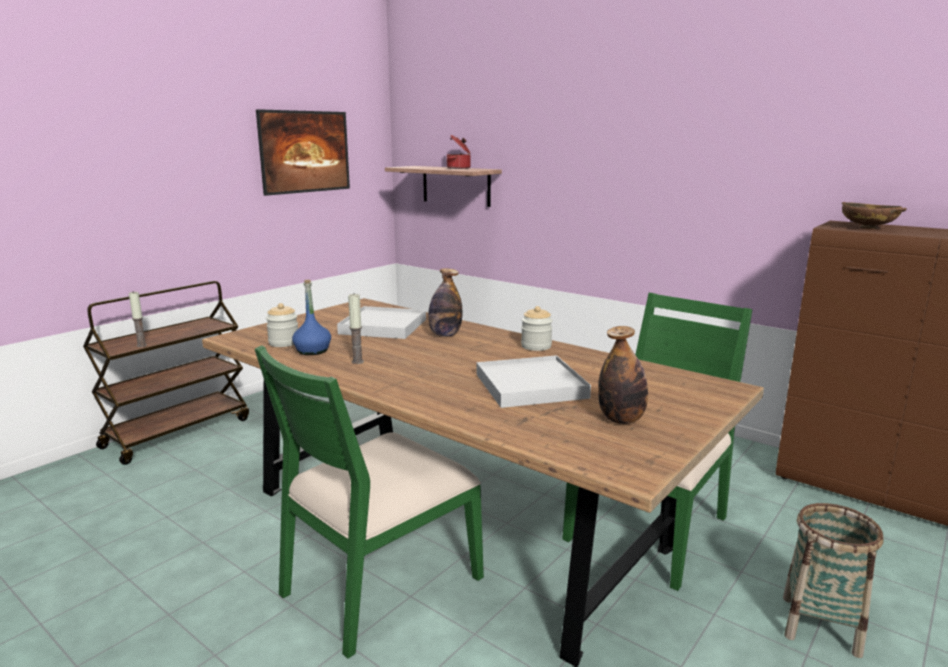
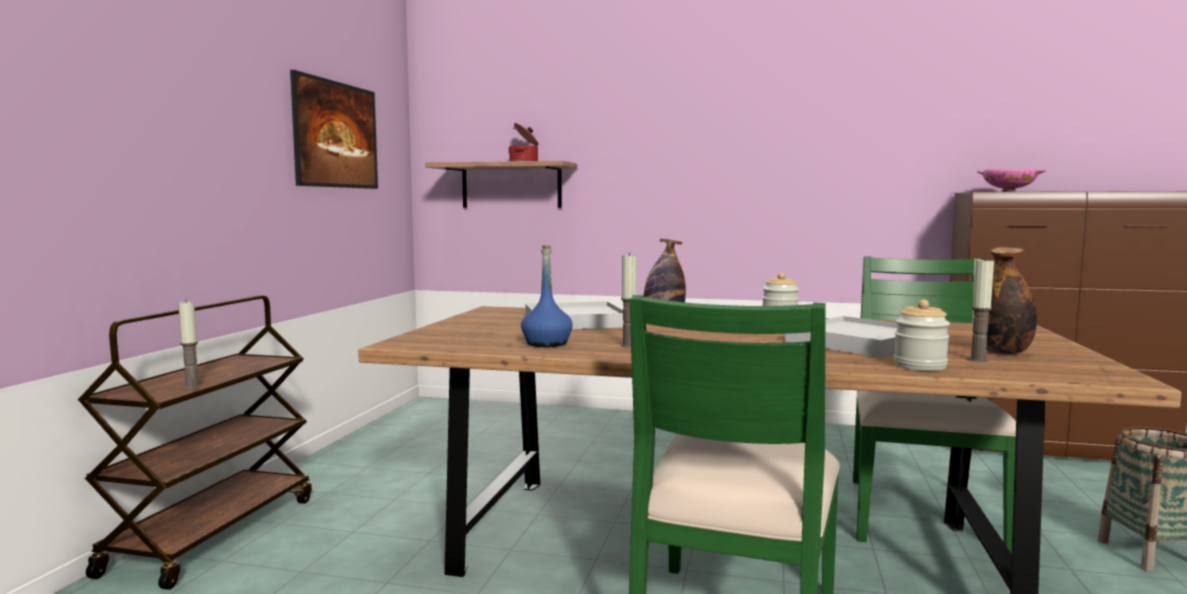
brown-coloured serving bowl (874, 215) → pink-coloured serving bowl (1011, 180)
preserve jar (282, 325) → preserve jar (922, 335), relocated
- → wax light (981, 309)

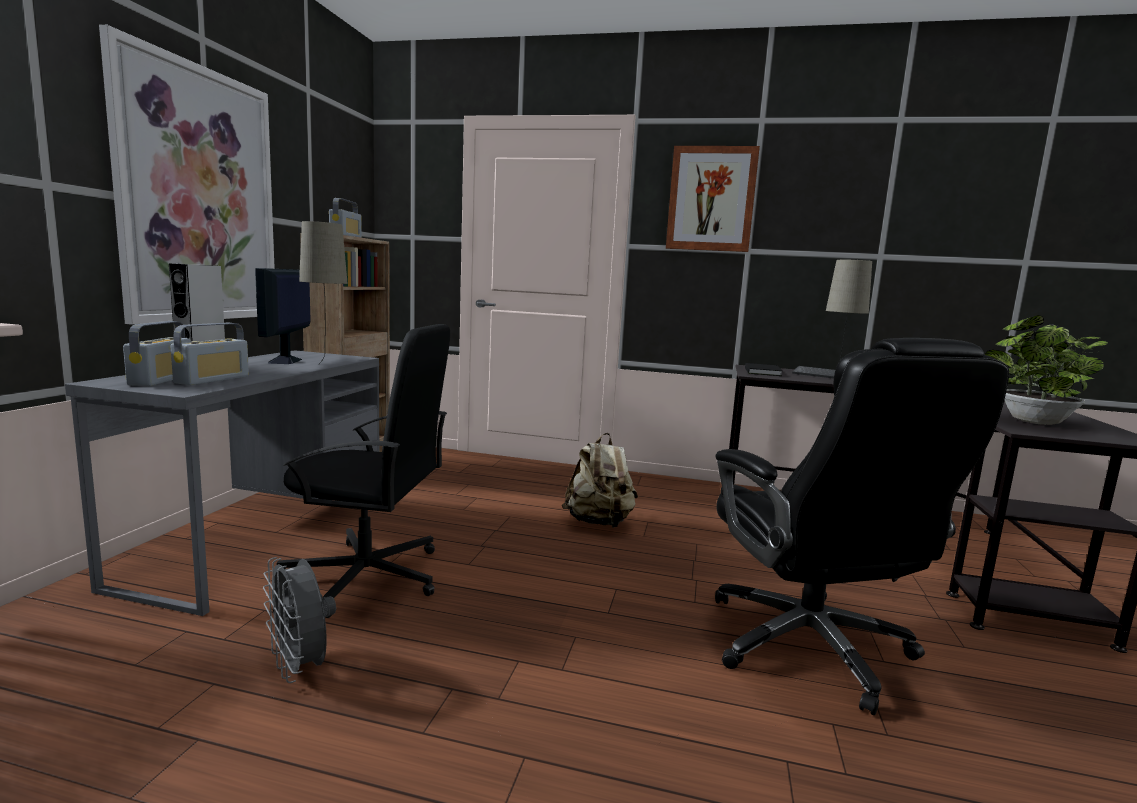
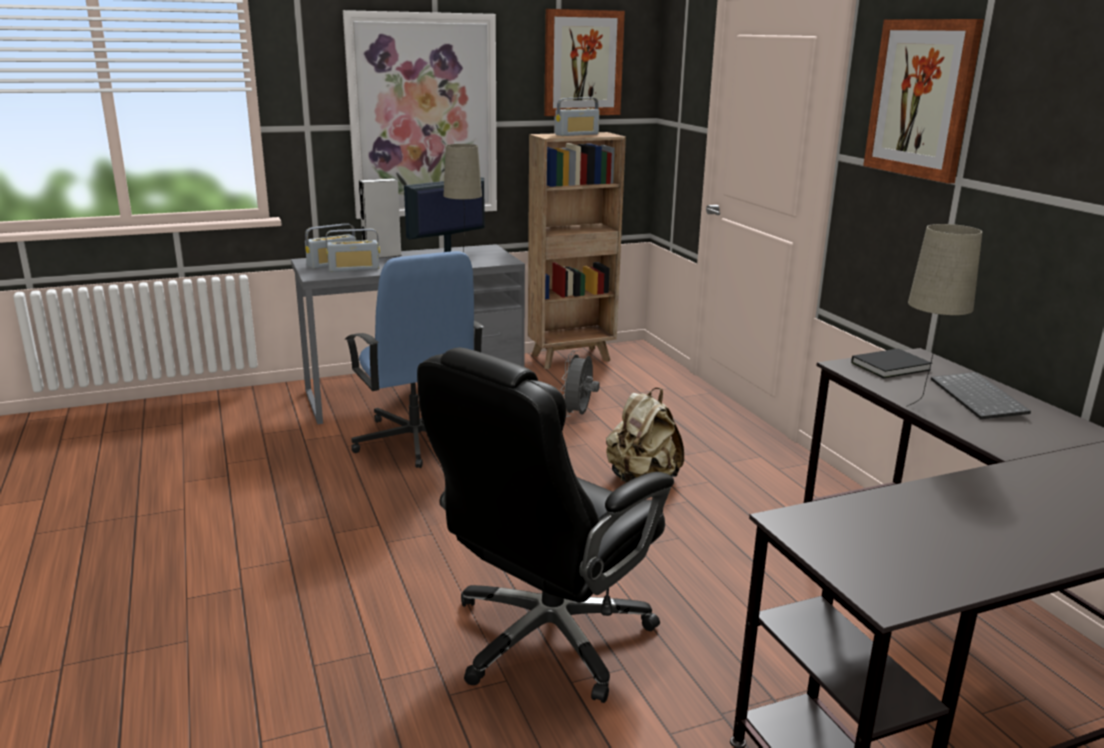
potted plant (1046, 370) → -
black computer chair (363, 471) → blue computer chair (414, 359)
gray electric fan (299, 620) → gray electric fan (580, 383), relocated
- → picture (584, 62)

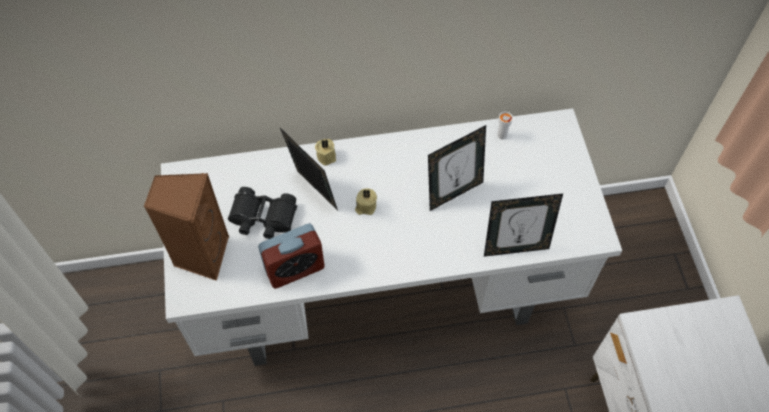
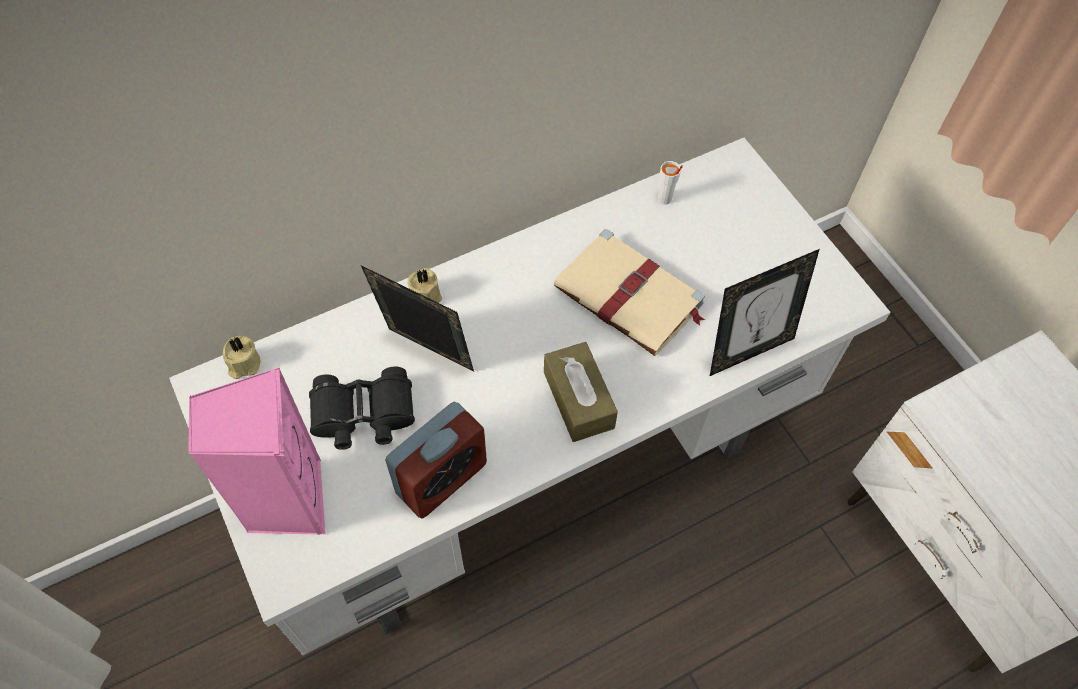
standing frame (457, 168) → sand-coloured bound book (629, 292)
brown-coloured audio speaker (186, 227) → pink-coloured audio speaker (257, 451)
sand-coloured wax light (366, 202) → sand-coloured wax light (241, 357), relocated
- → brown-coloured tissue holder (581, 392)

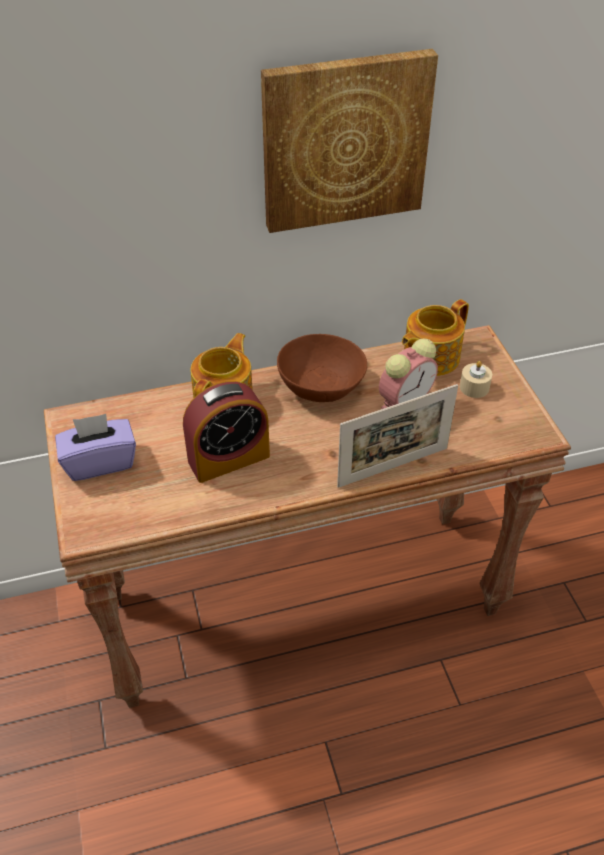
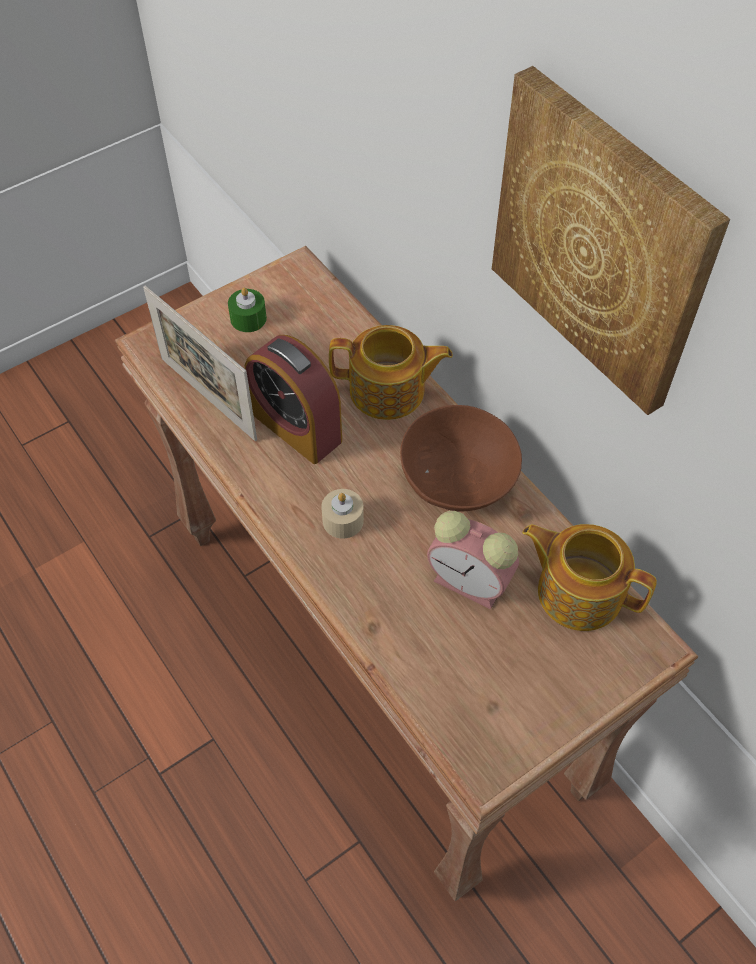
sand-coloured wax light (476, 379) → sand-coloured wax light (342, 514), relocated
standing frame (397, 436) → standing frame (200, 363), relocated
purplish tissue holder (95, 447) → green wax light (247, 310)

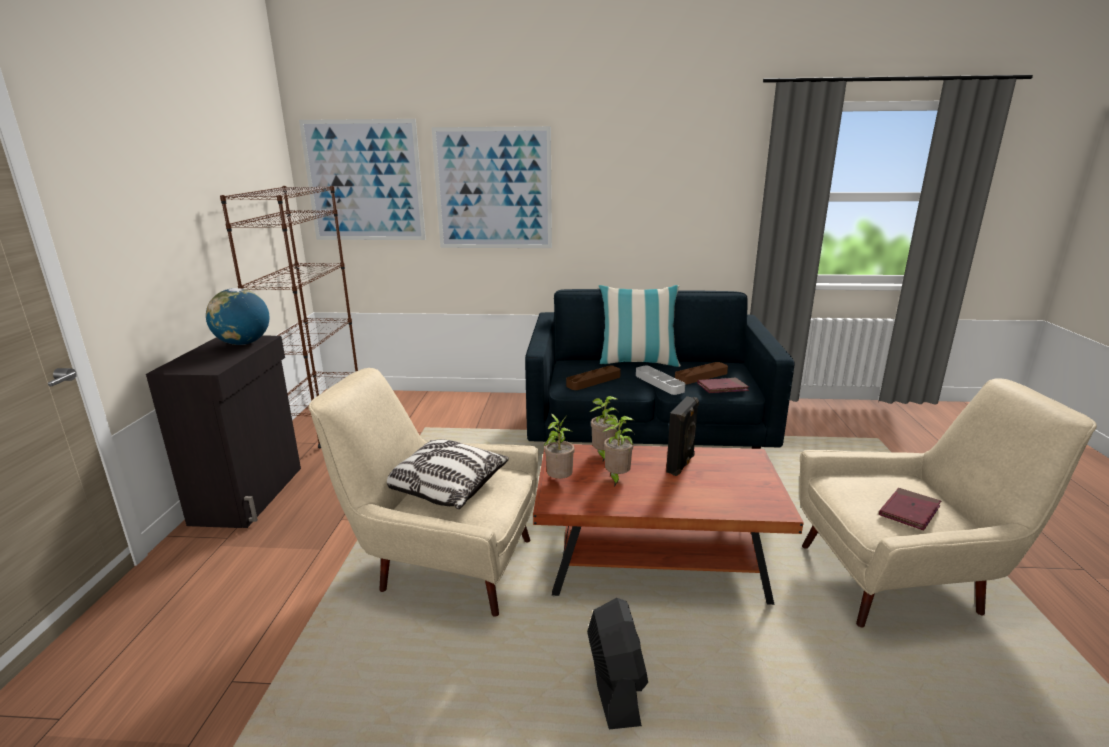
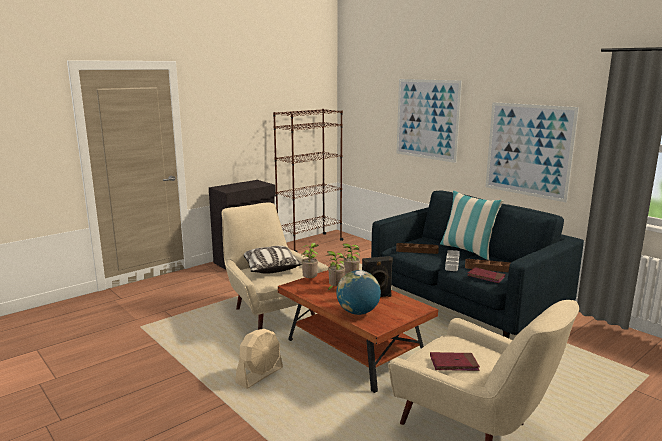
picture (362, 179) → picture (532, 152), relocated
desk globe (238, 316) → desk globe (358, 292), relocated
black electric fan (617, 663) → sand-coloured electric fan (259, 359)

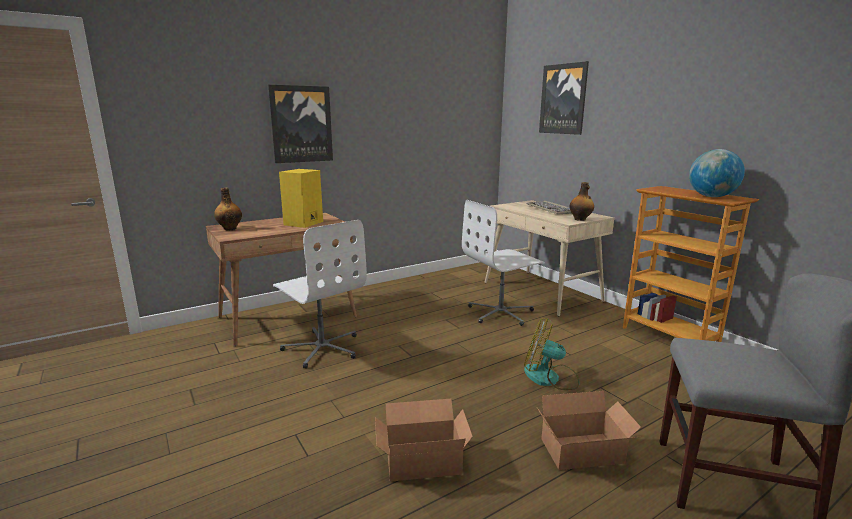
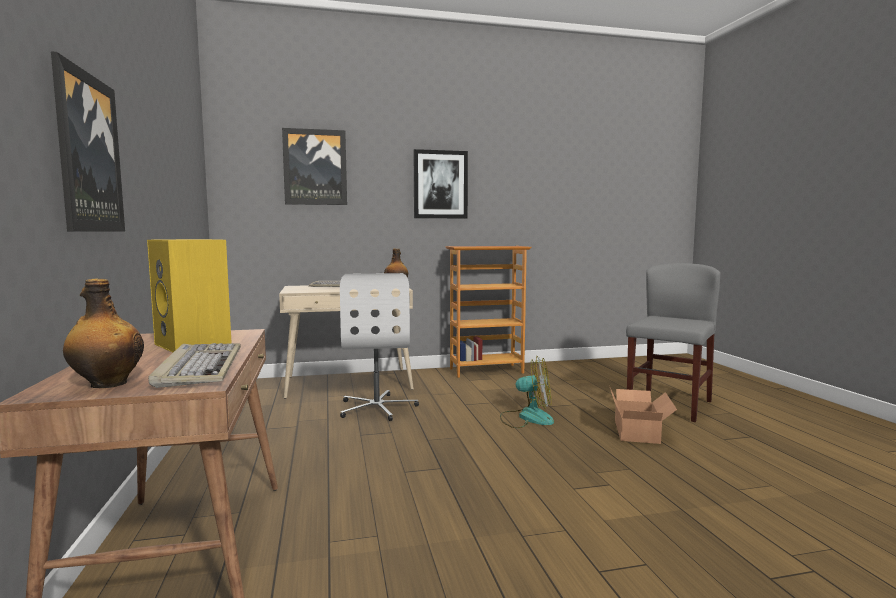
desk globe (717, 173) → -
whitish computer chair (320, 294) → -
electric fan (552, 354) → electric fan (527, 392), 120 degrees counterclockwise
carton (424, 440) → -
- → picture (441, 183)
- → PC keyboard (194, 365)

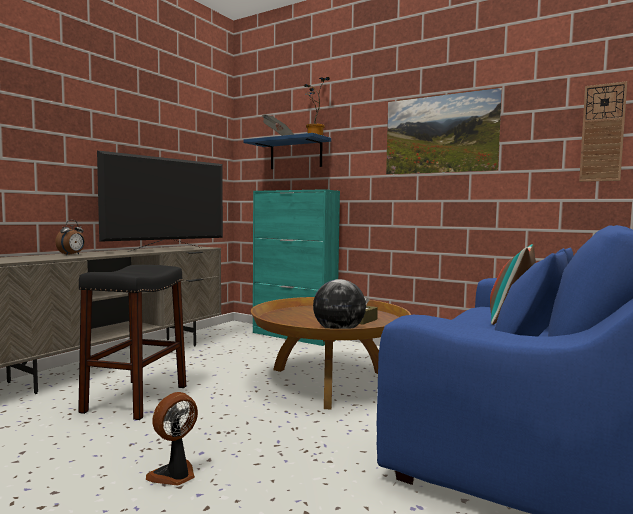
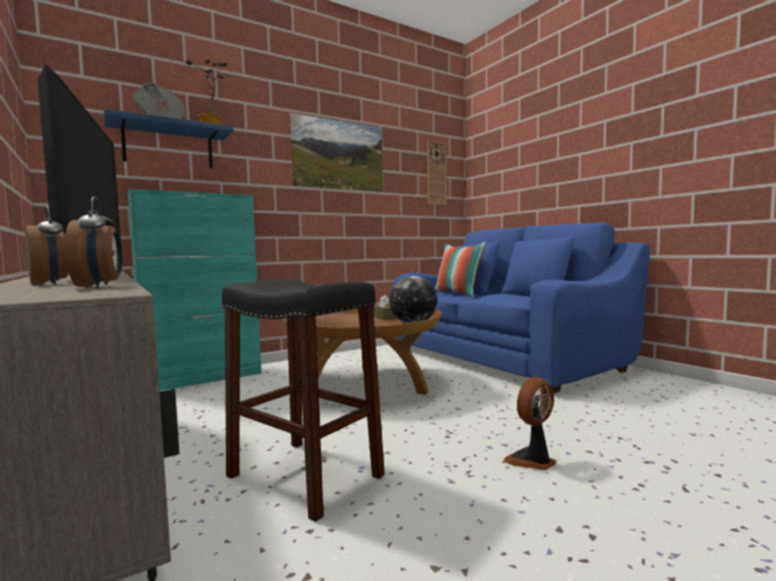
electric fan (172, 438) → electric fan (530, 423), 75 degrees clockwise
- → table clock (93, 242)

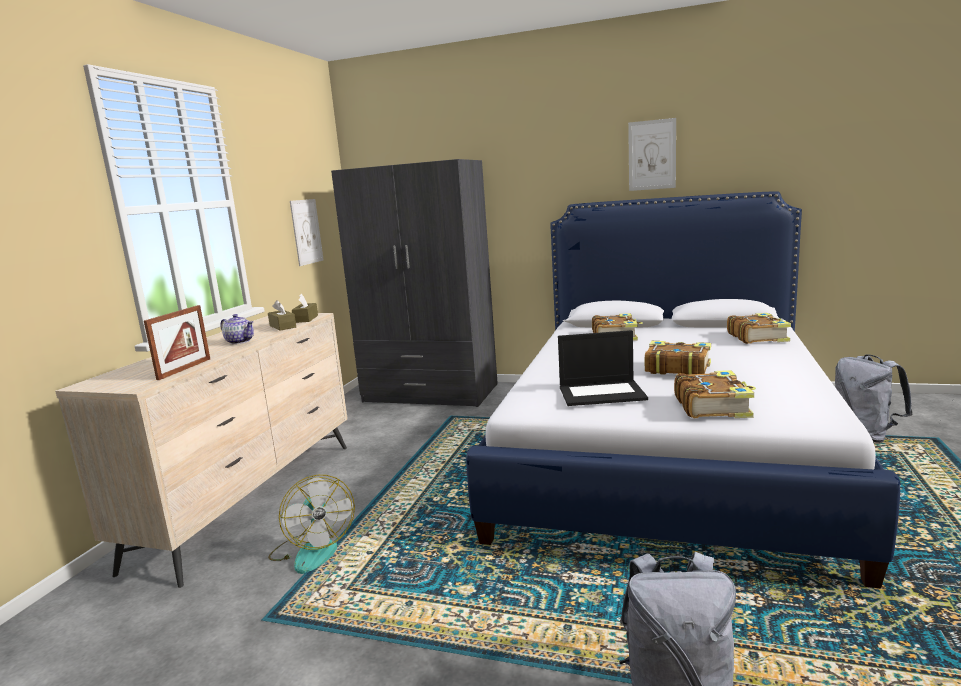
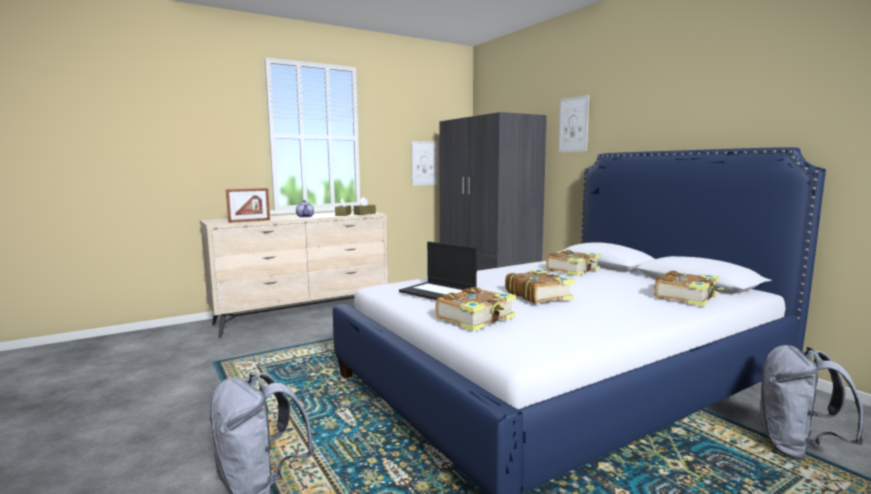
picture (652, 154) → picture (574, 123), relocated
electric fan (311, 524) → -

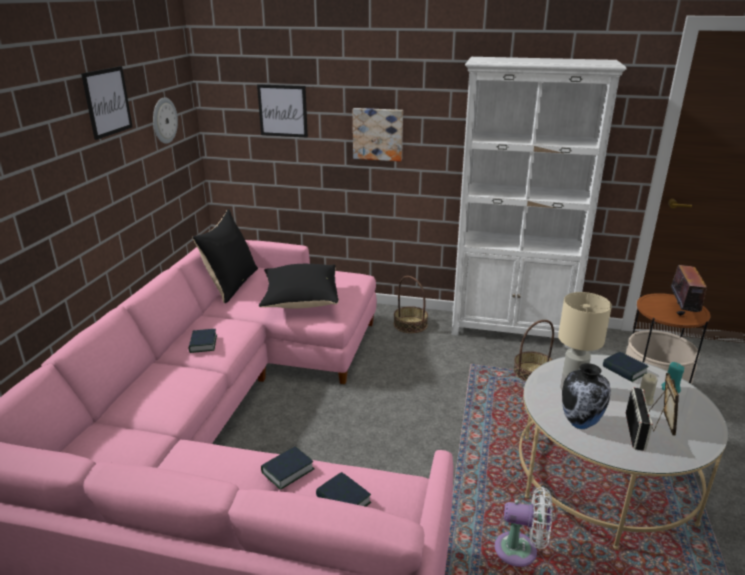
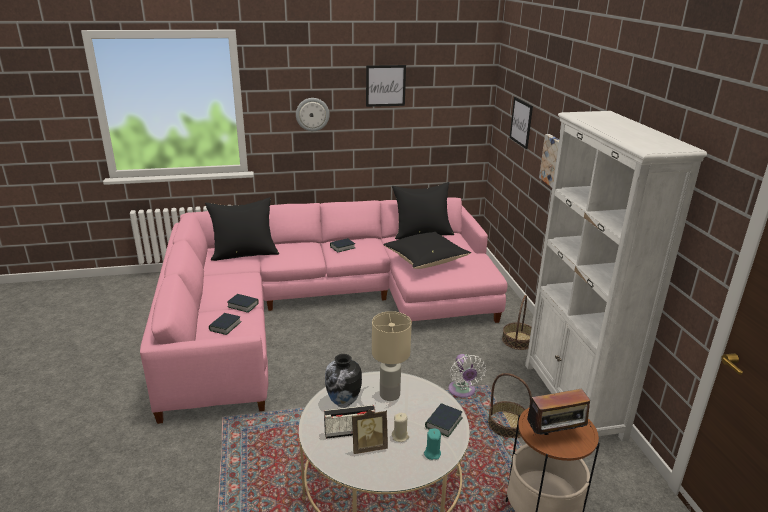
clock on the wall (165, 120) → clock on the wall (313, 114), relocated
whitish electric fan (523, 527) → whitish electric fan (467, 376), relocated
- → black cushion (242, 229)

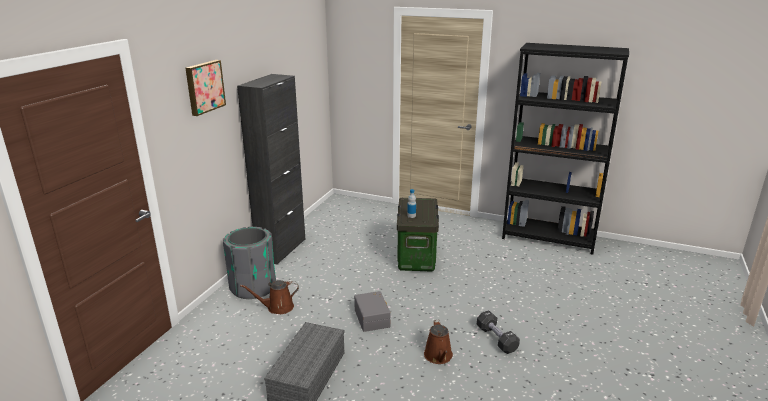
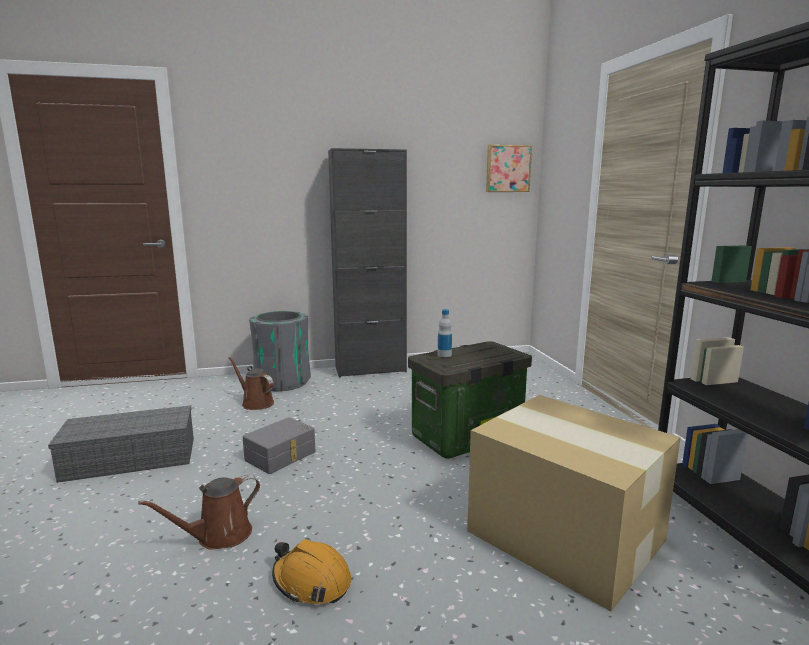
picture (205, 88) → picture (509, 168), relocated
black dumbbell (498, 332) → orange safety helmet (311, 571)
- → carton (574, 503)

